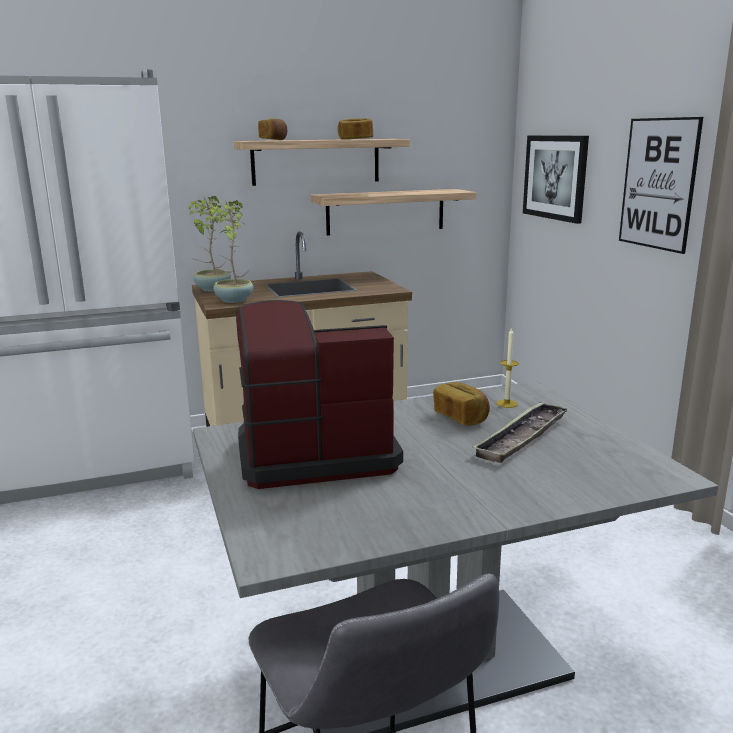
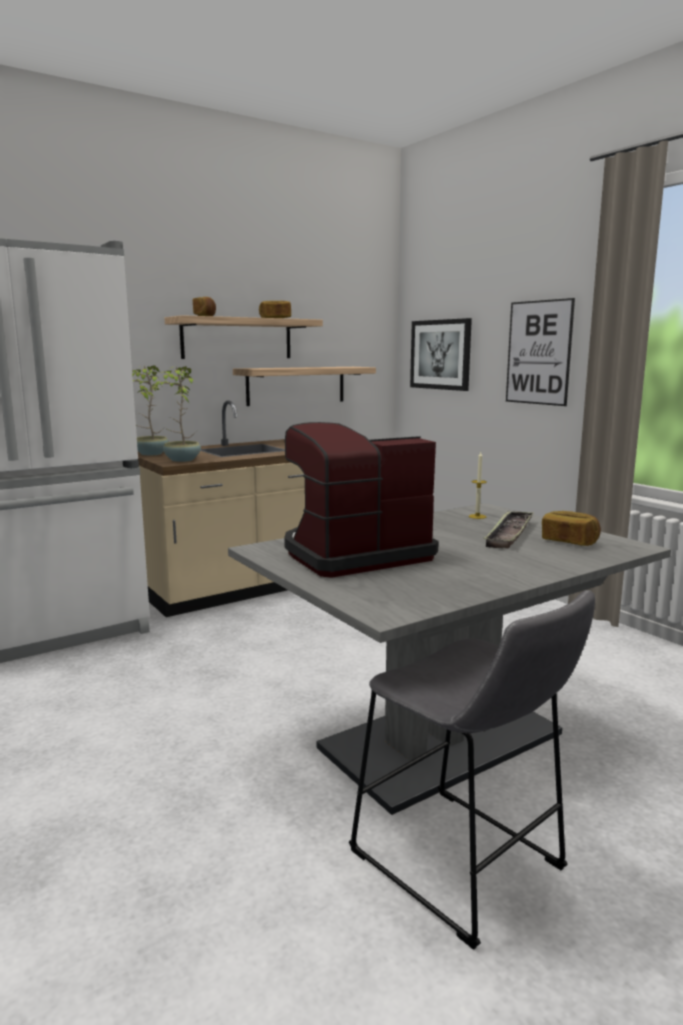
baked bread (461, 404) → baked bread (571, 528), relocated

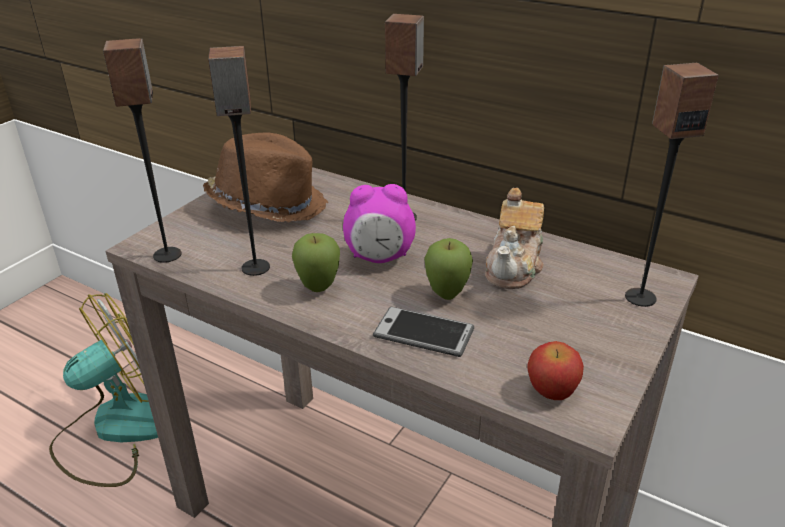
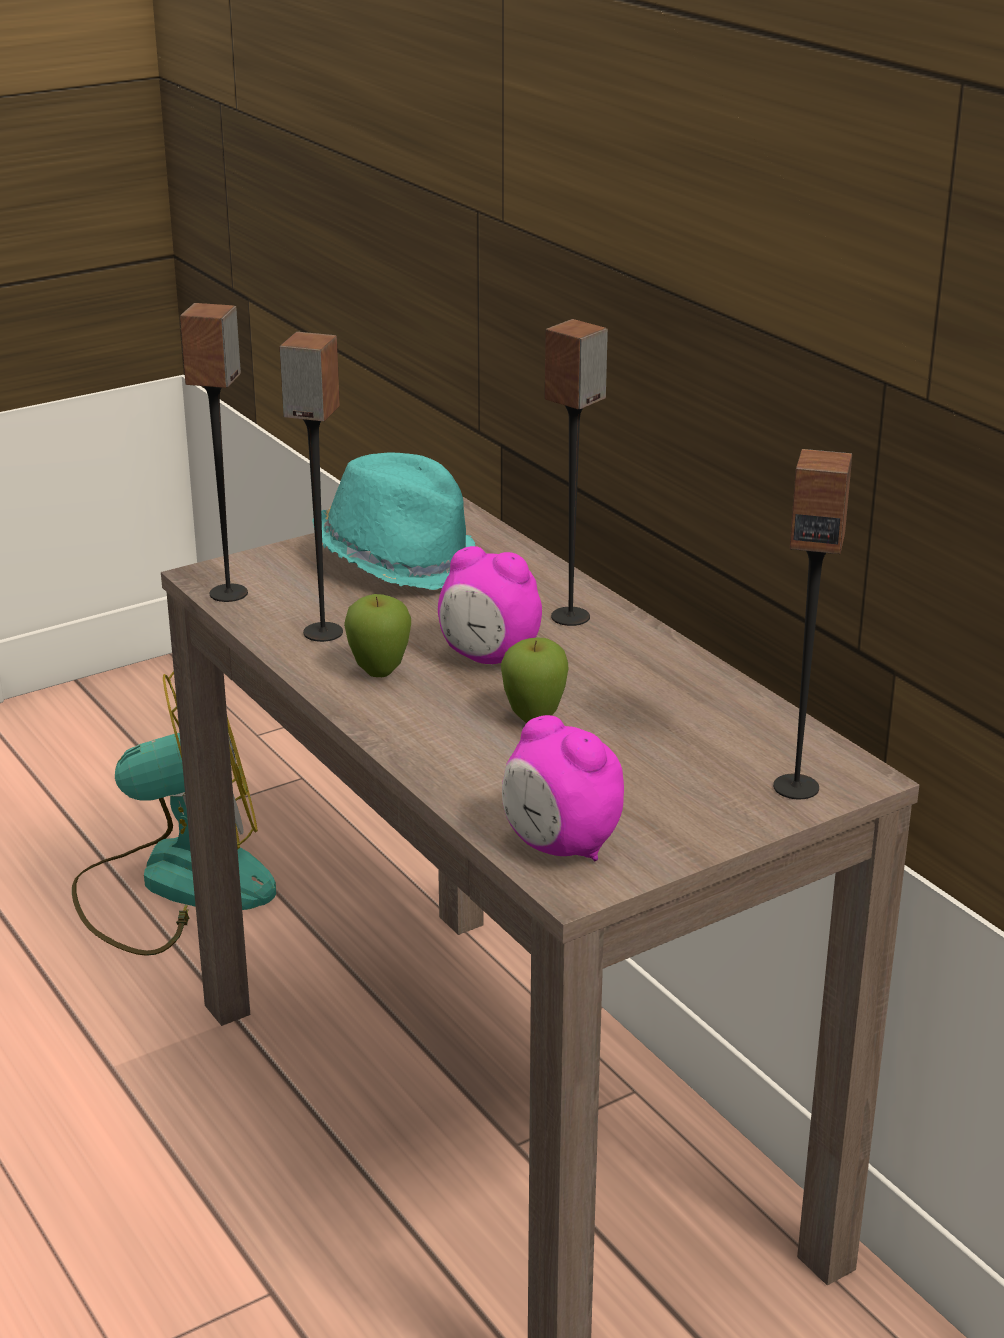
brown-coloured wearable hat (265, 177) → turquoise wearable hat (394, 521)
tea pot (514, 238) → -
handset (423, 332) → -
whole apple (555, 370) → table clock (563, 788)

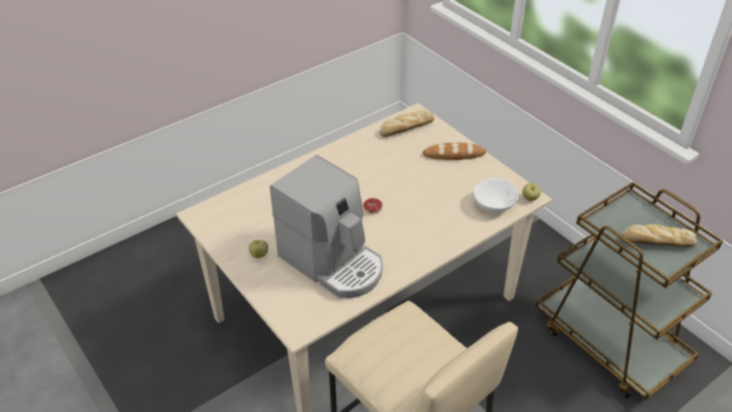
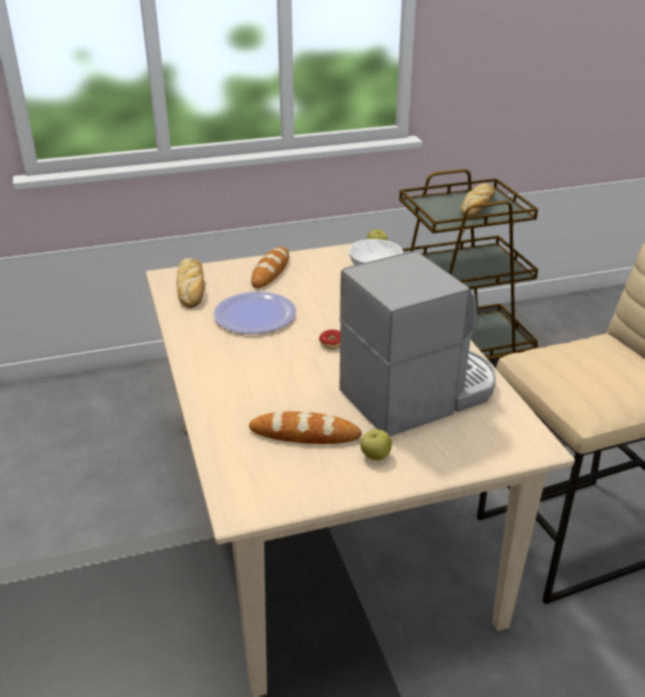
- → dinner plate (254, 313)
- → baked bread (305, 427)

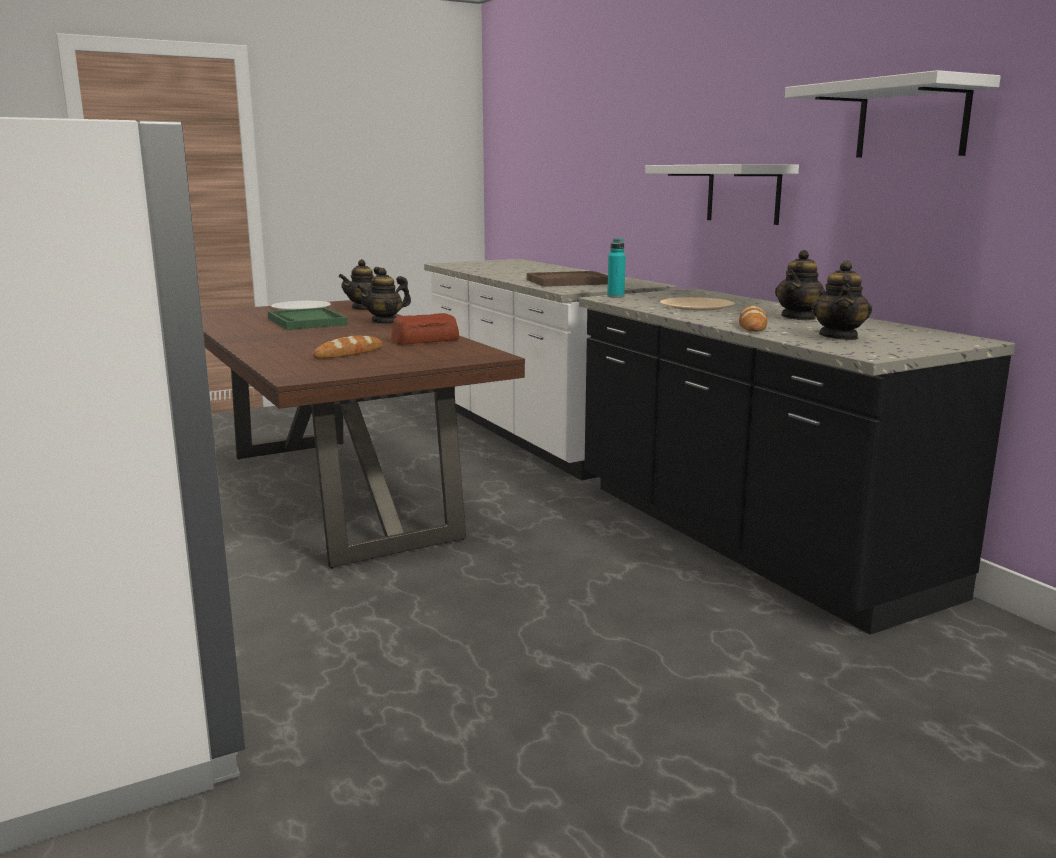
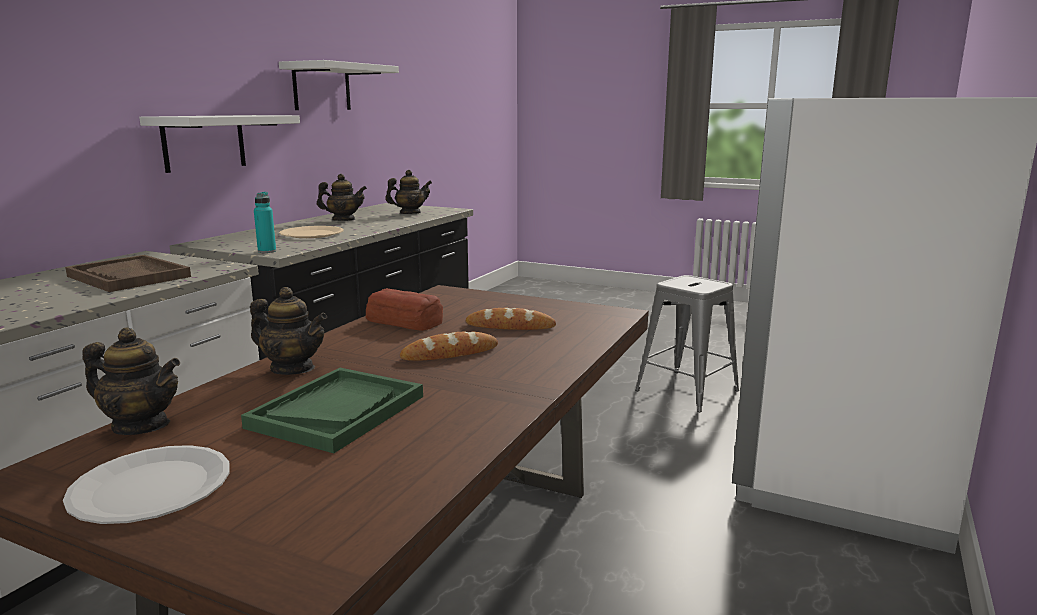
baked bread (753, 319) → baked bread (449, 346), relocated
- → gray stool seat (687, 343)

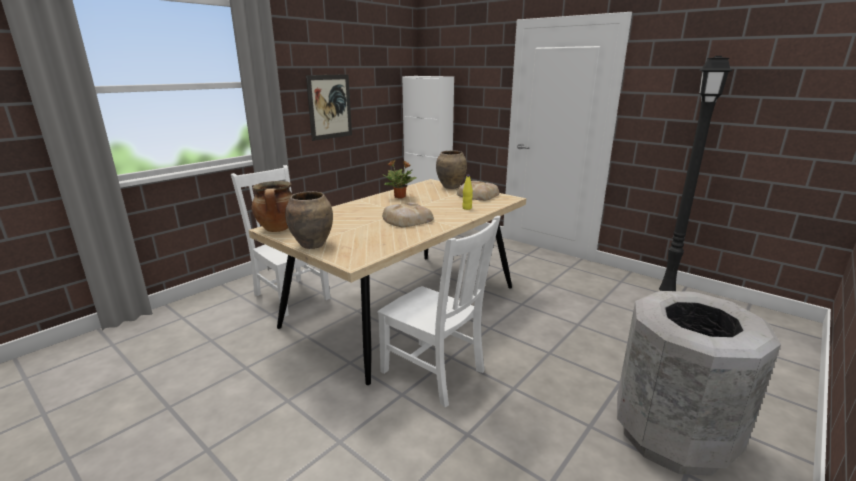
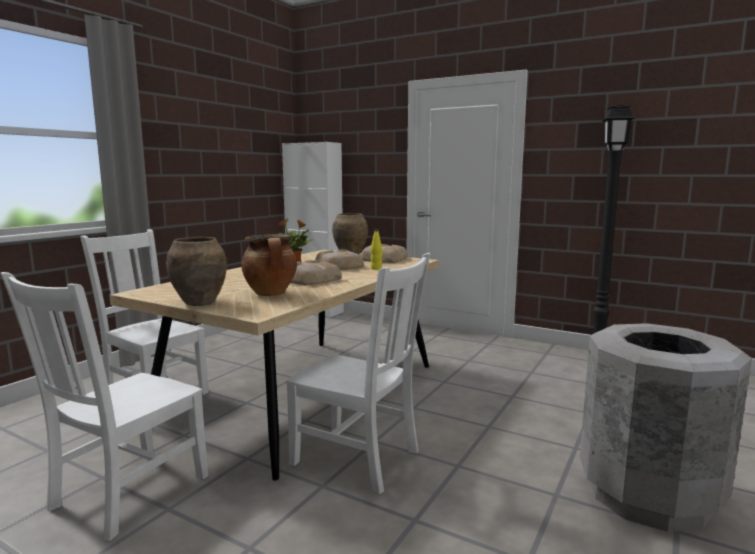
picture (329, 107) → -
saucepot (272, 206) → saucepot (269, 265), relocated
- → baked bread (339, 259)
- → whitish chair (104, 406)

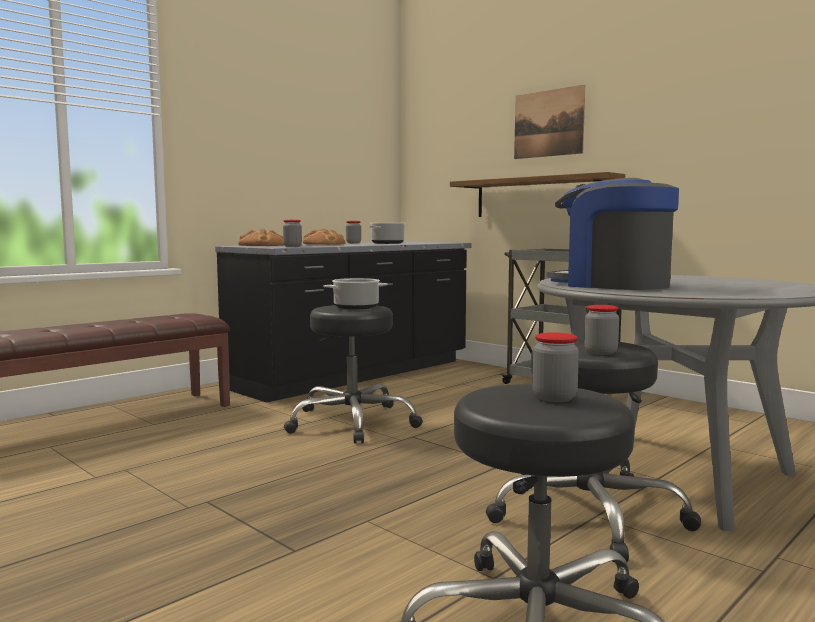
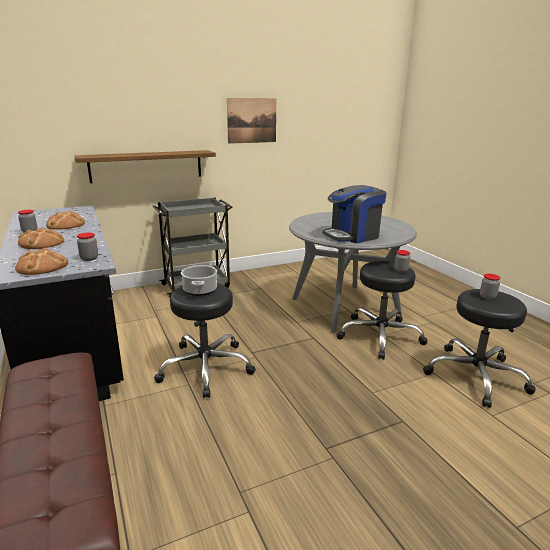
picture (549, 122) → picture (251, 121), relocated
saucepot (387, 233) → baked bread (65, 220)

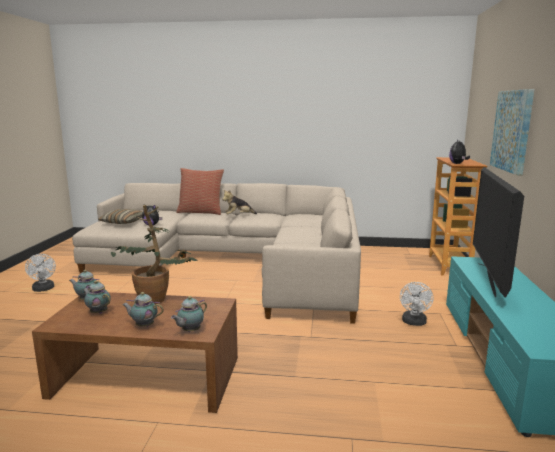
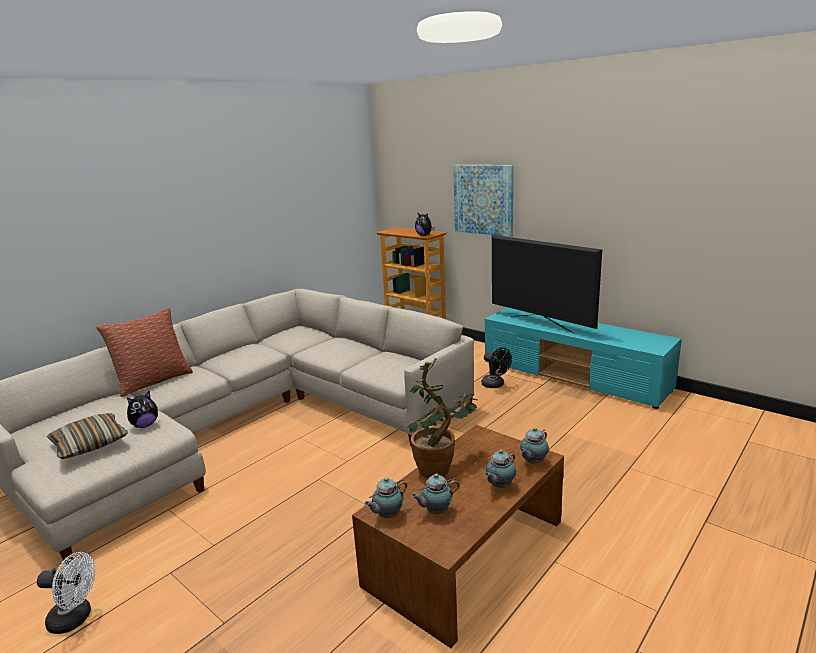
plush toy (239, 202) → -
whitish electric fan (417, 304) → black electric fan (496, 367)
tea pot (189, 314) → tea pot (534, 445), 60 degrees clockwise

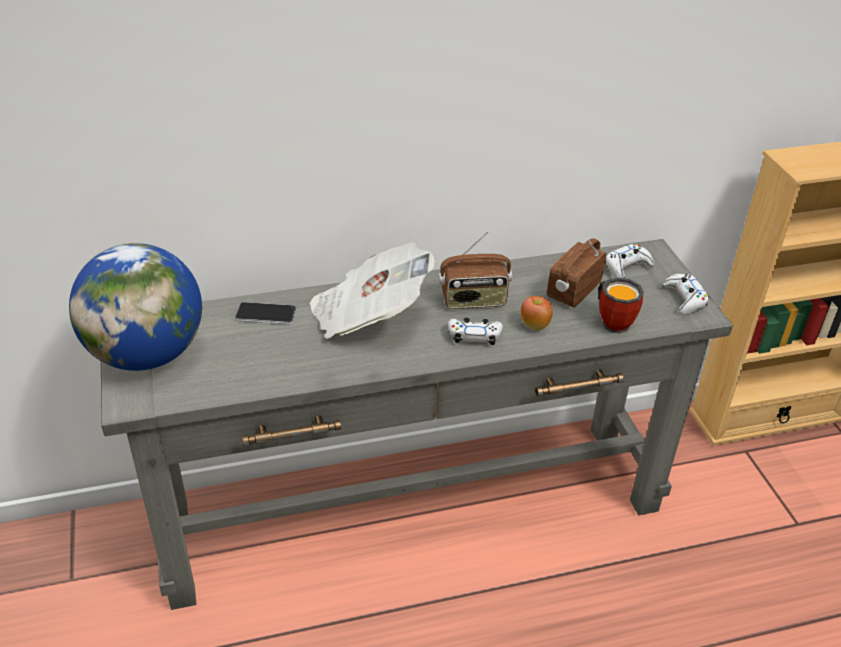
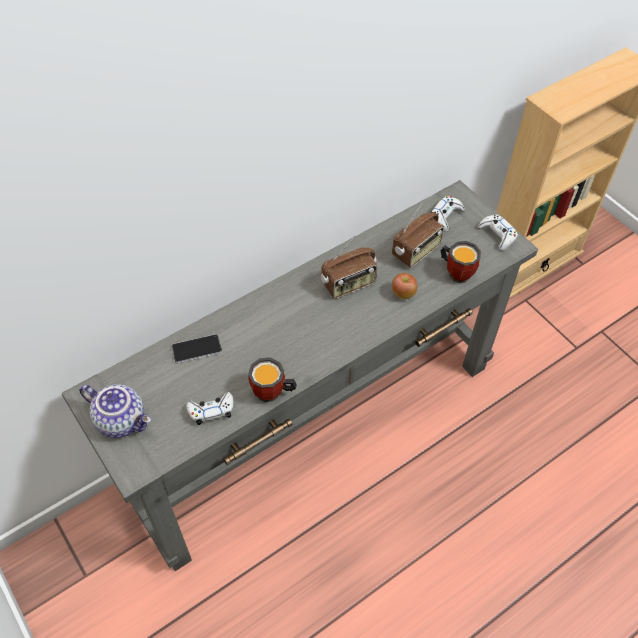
radio set (576, 273) → radio set (418, 235), 150 degrees counterclockwise
desk globe (135, 307) → tea pot (115, 411)
printed paper (372, 291) → -
whitish gamepad (475, 331) → whitish gamepad (209, 408), relocated
- → mug (272, 379)

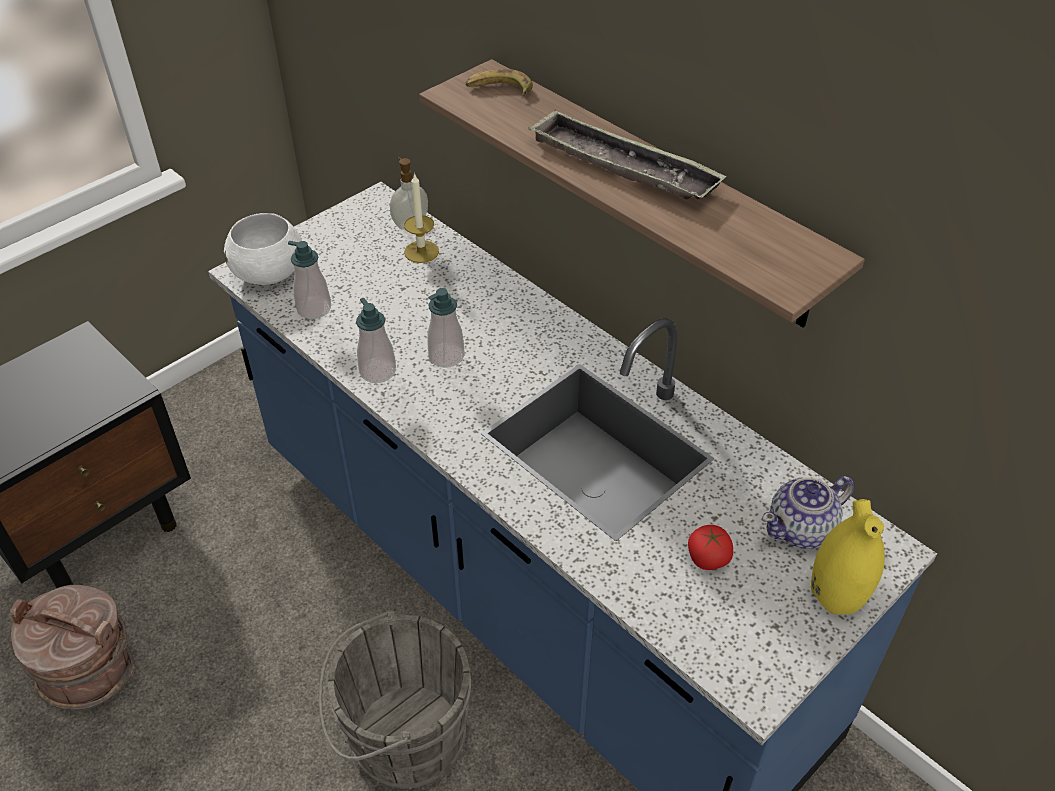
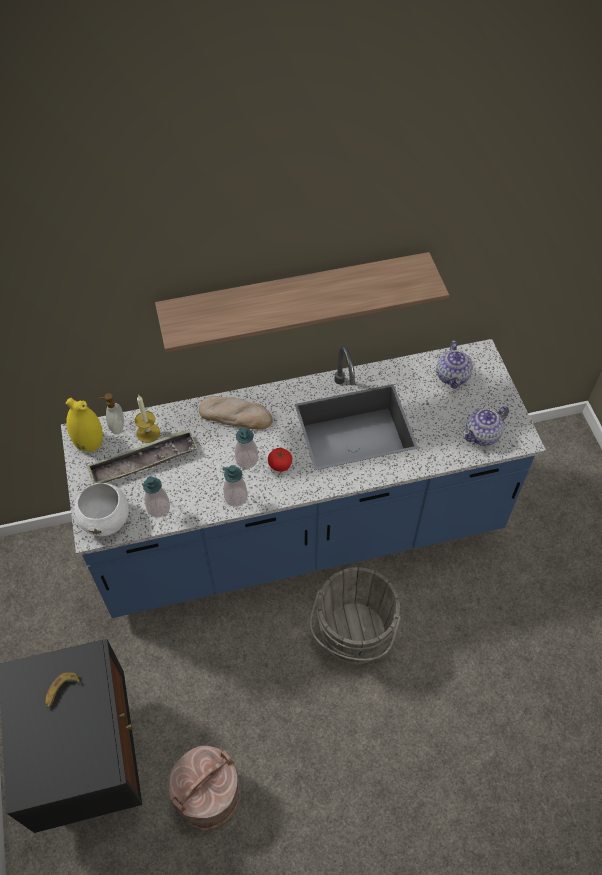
banana fruit (499, 82) → banana fruit (63, 690), relocated
tray (627, 154) → tray (142, 457), relocated
yellow-coloured decorative vase (848, 557) → yellow-coloured decorative vase (84, 425), relocated
whole tomato (710, 547) → whole tomato (280, 460), relocated
- → baked bread (236, 413)
- → tea pot (486, 426)

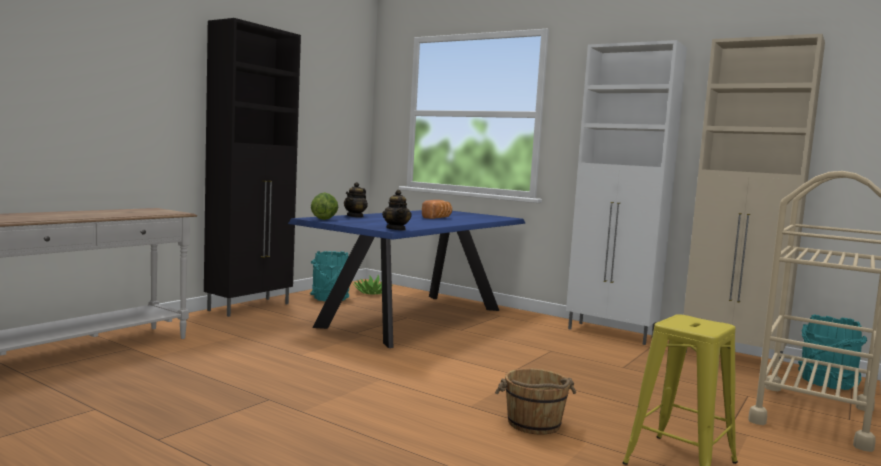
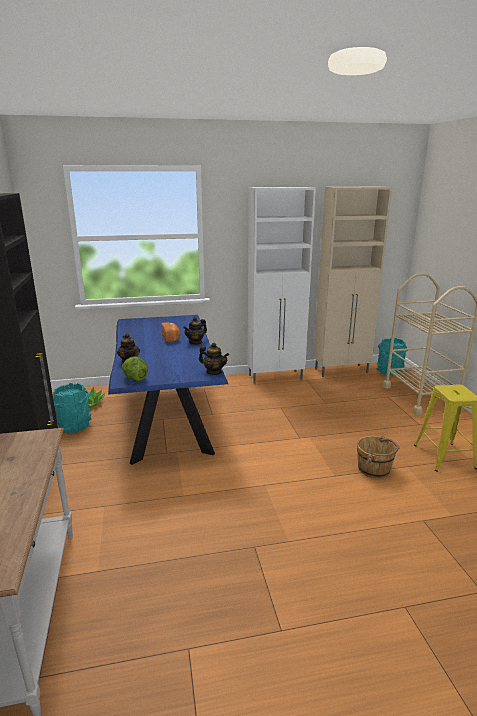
- → tea pot (195, 331)

